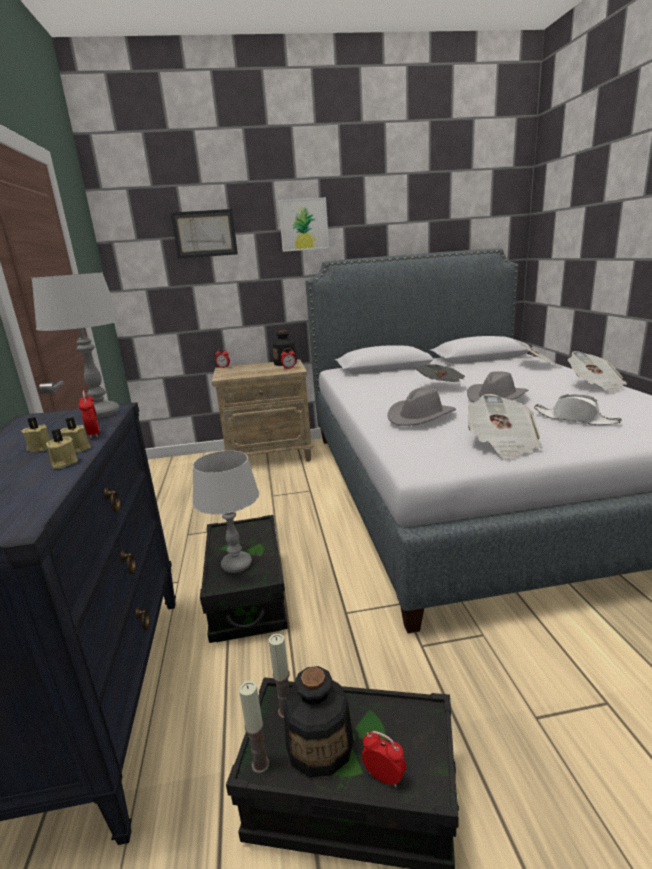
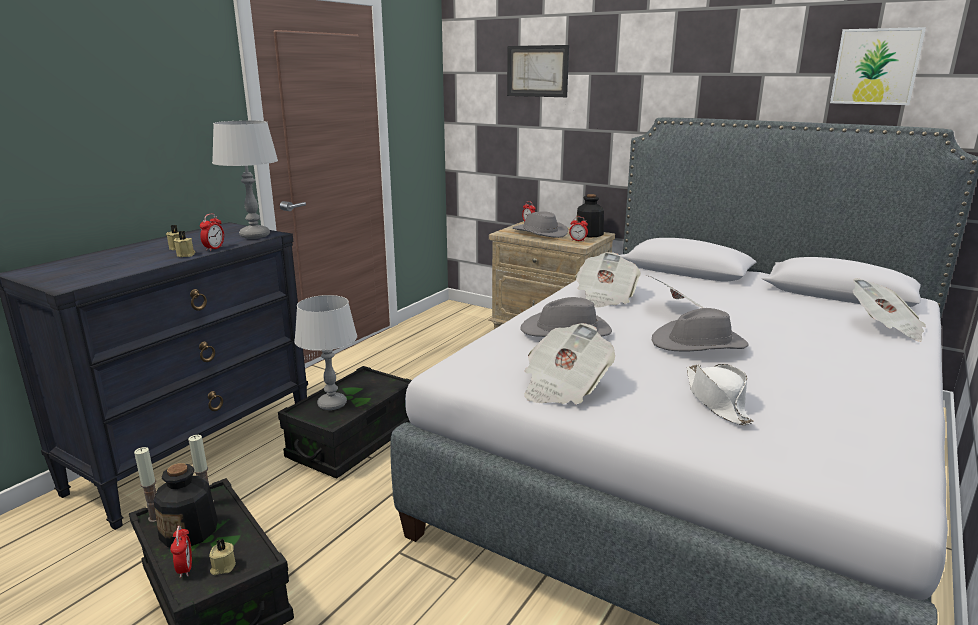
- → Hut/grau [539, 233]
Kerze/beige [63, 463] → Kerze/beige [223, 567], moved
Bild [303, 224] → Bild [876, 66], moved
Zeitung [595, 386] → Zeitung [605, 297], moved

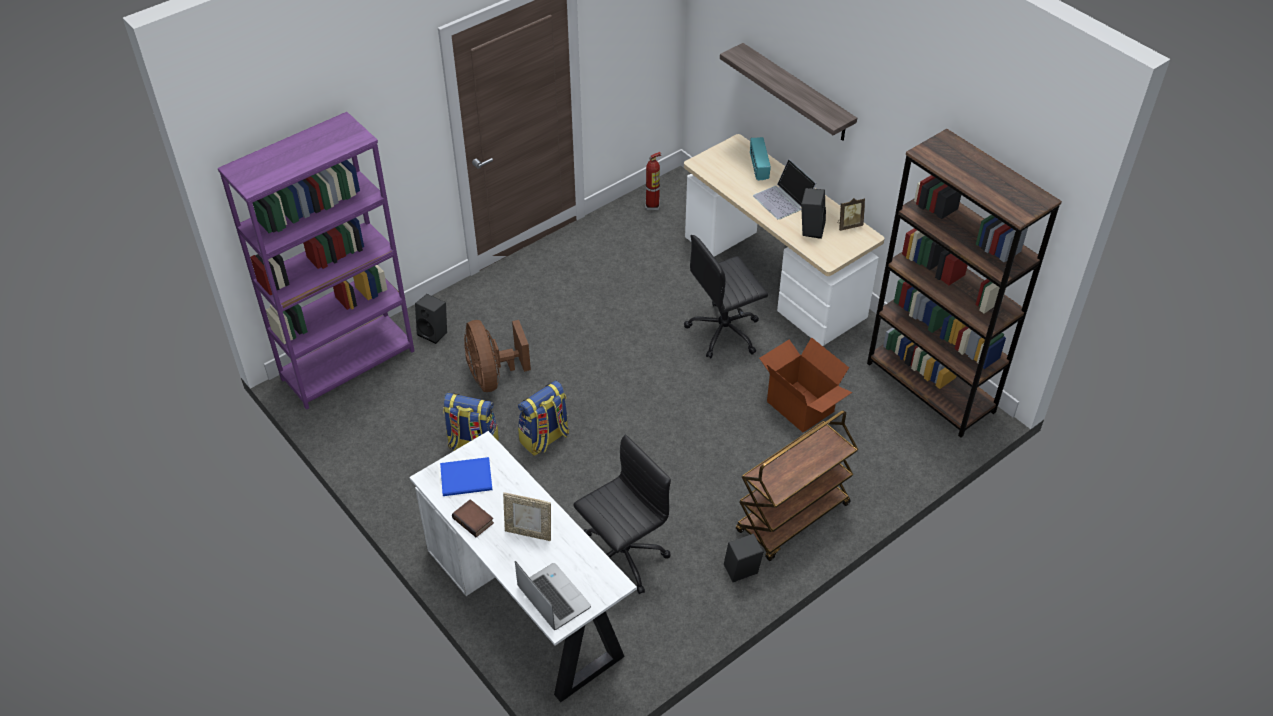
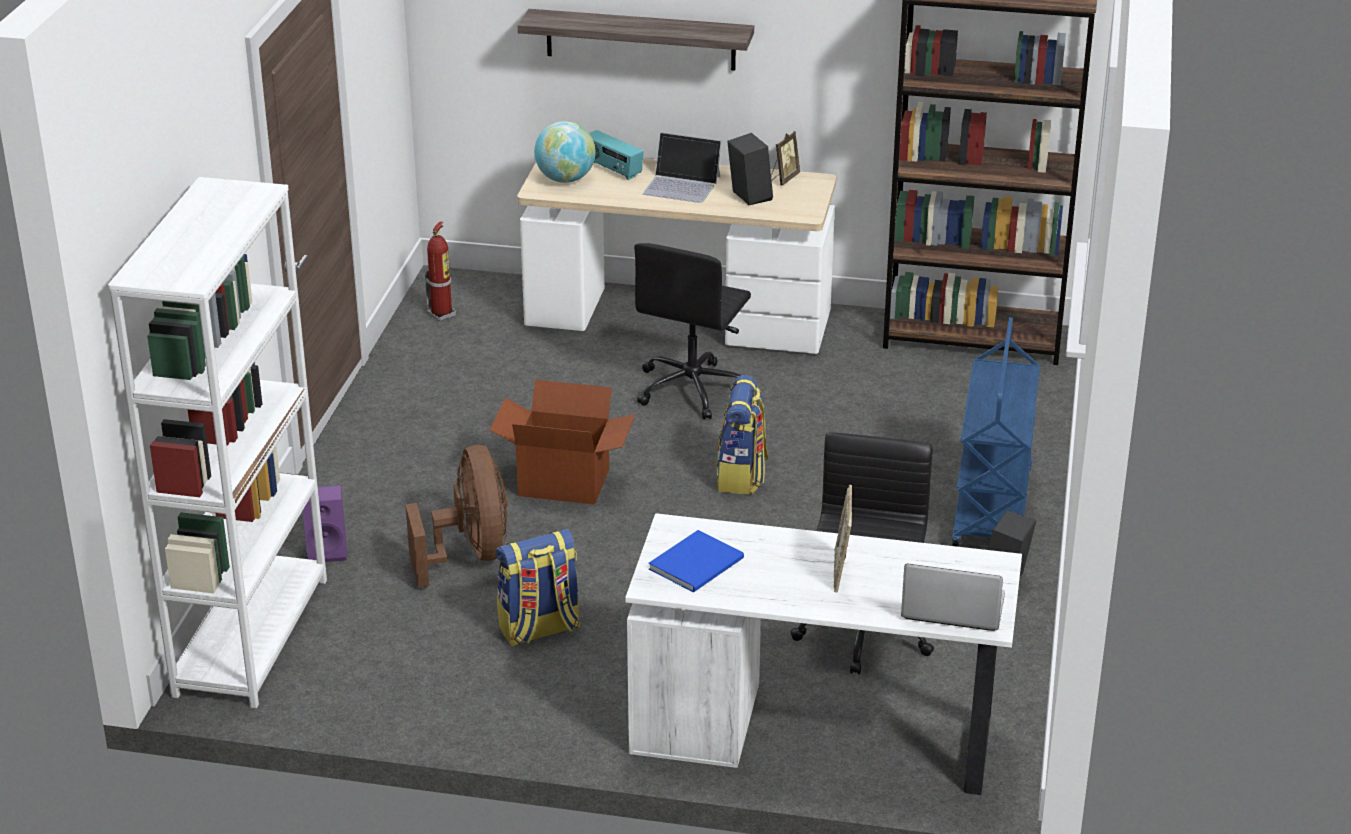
Buch [474, 520] → -
- → Globus [565, 179]
Rucksack [545, 439] → Rucksack [741, 476], moved
Karton [801, 406] → Karton [564, 481], moved
Bücherregal/lila [348, 365] → Bücherregal/weiß [252, 636]
Lautsprecher/schwarz [434, 332] → Lautsprecher/lila [328, 550]
Rollwagen/braun [793, 519] → Rollwagen/blau [993, 510]
Ventilator/braun [493, 376] → Ventilator/braun [470, 555], 135 degrees counterclockwise
Bilderrahmen [529, 533] → Bilderrahmen [841, 571], 120 degrees clockwise

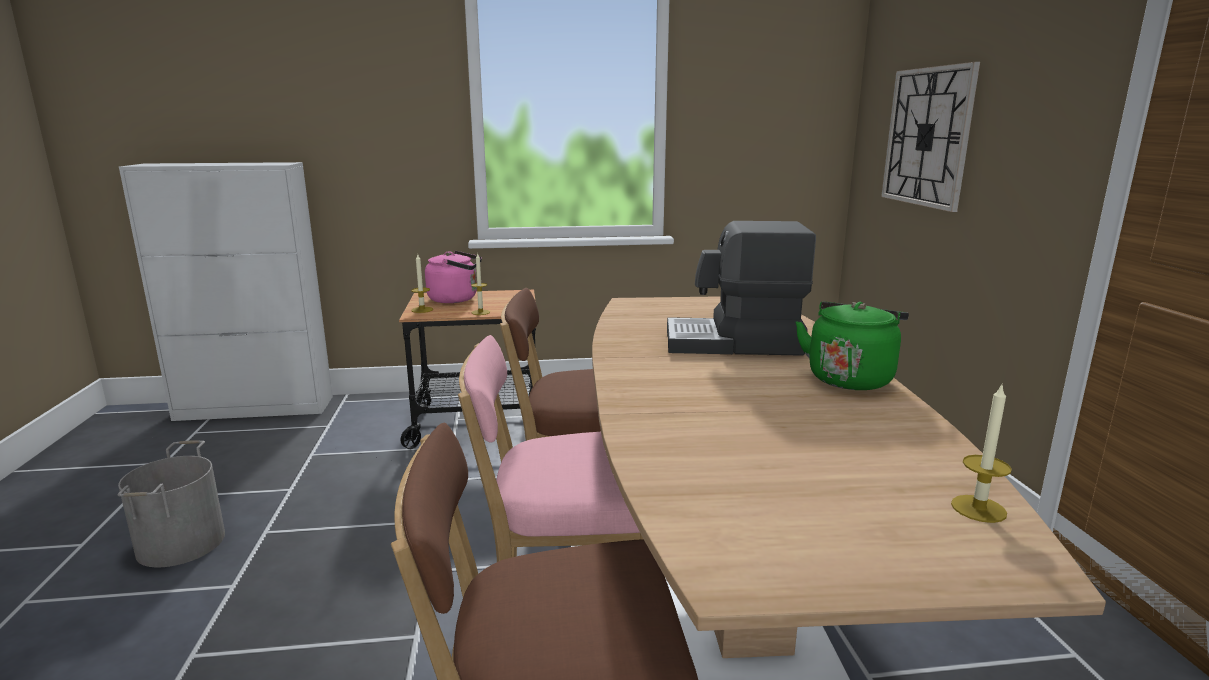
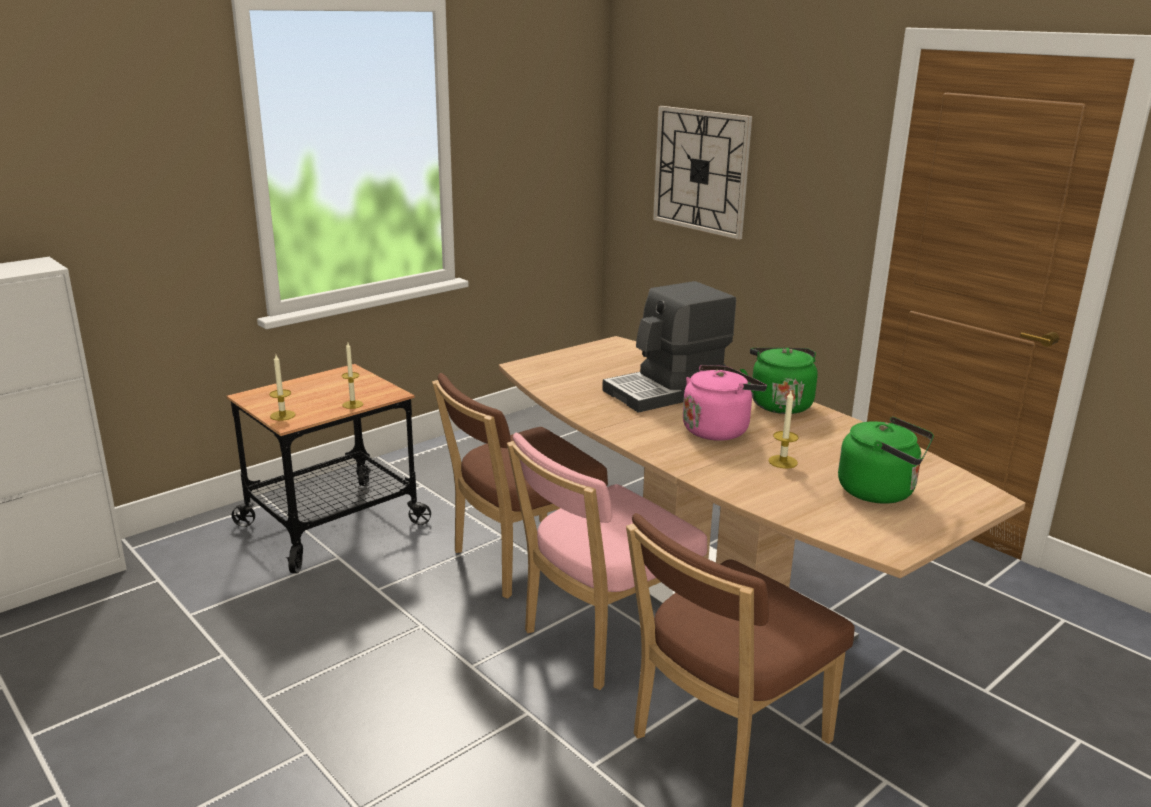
Eimer/grau [180, 543] → -
- → Wasserkessel/grün [881, 492]
Wasserkessel/rosa [456, 299] → Wasserkessel/rosa [718, 429], moved
Kerze [978, 508] → Kerze [783, 462], moved

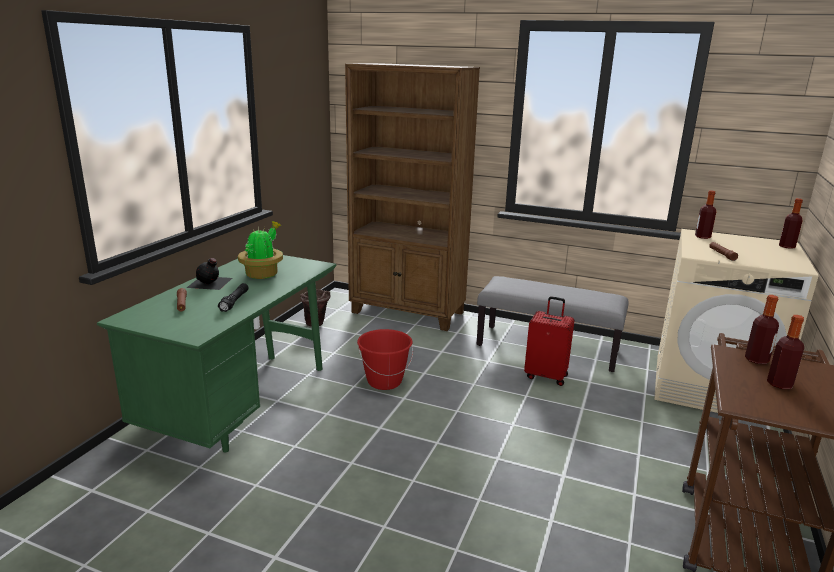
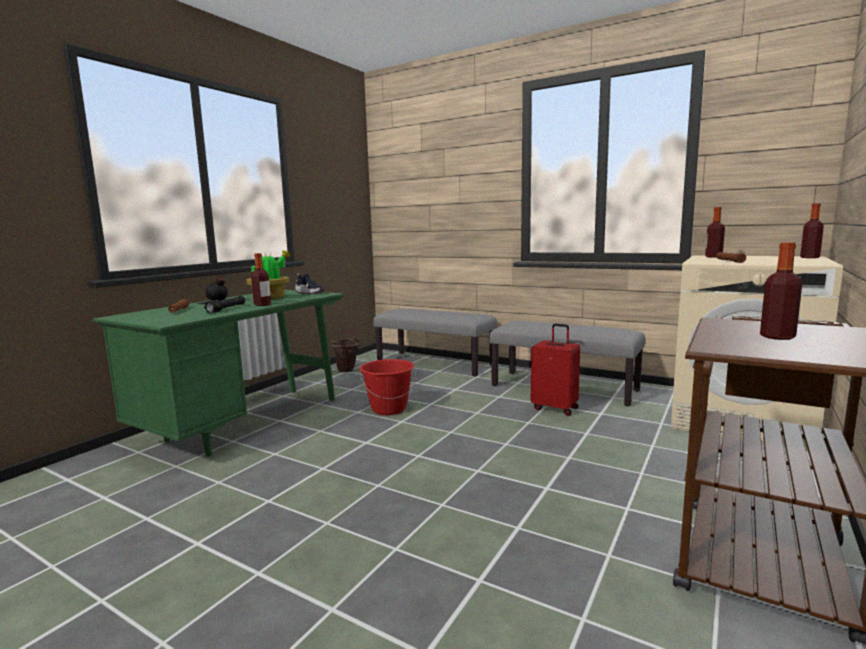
- → Schuh [309, 293]
Flasche [756, 360] → Flasche [262, 305], moved
Bücherregal/braun [408, 313] → Bank/grau [435, 364]

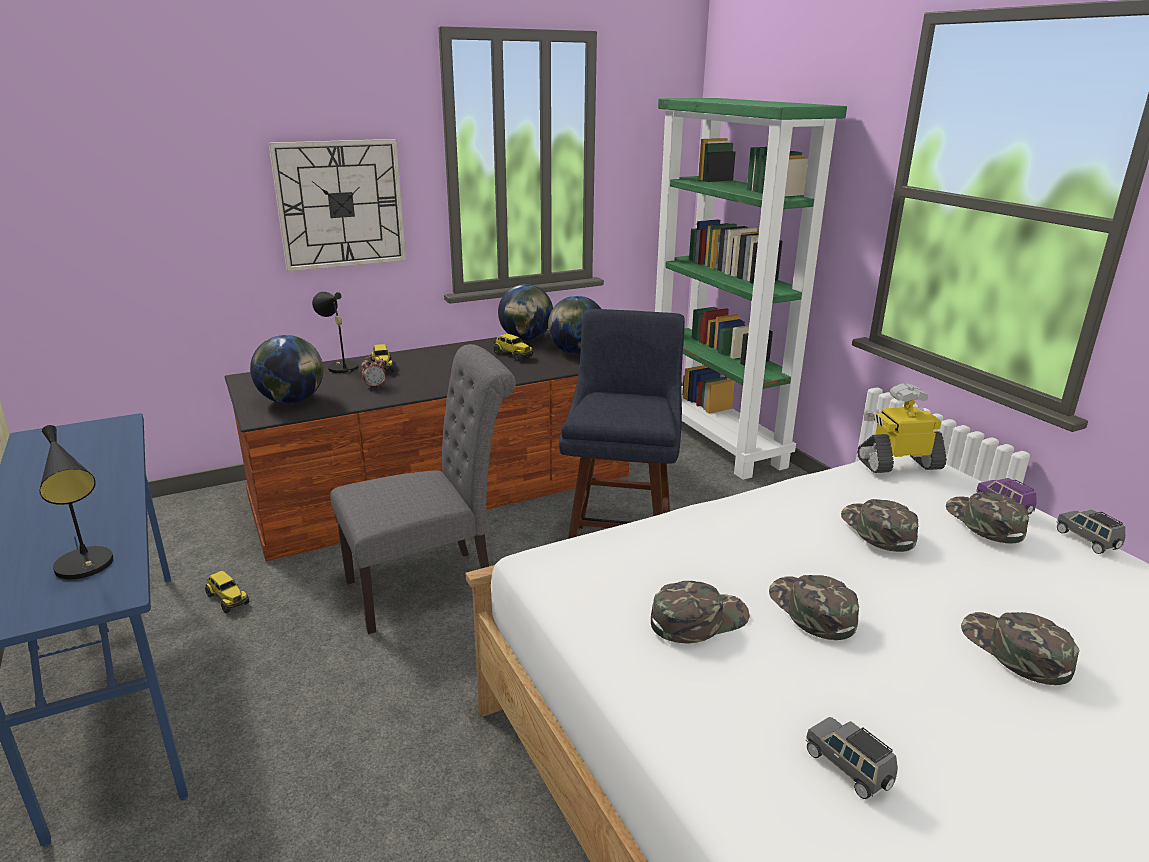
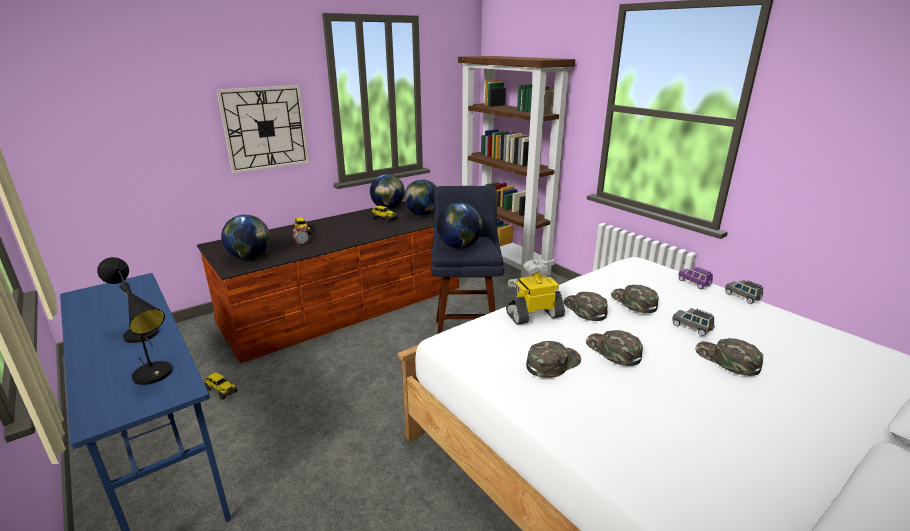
Stuhl/grau [431, 586] → -
- → Globus [459, 246]
Tischlampe/schwarz [340, 367] → Tischlampe/schwarz [138, 333], moved
Spielzeugauto/grau [848, 769] → Spielzeugauto/grau [692, 328], moved
Spielzeugroboter [898, 463] → Spielzeugroboter [534, 315], moved
Kappe/grün [983, 522] → Kappe/grün [584, 309], moved
Bücherregal/grün [716, 440] → Bücherregal/braun [505, 262]

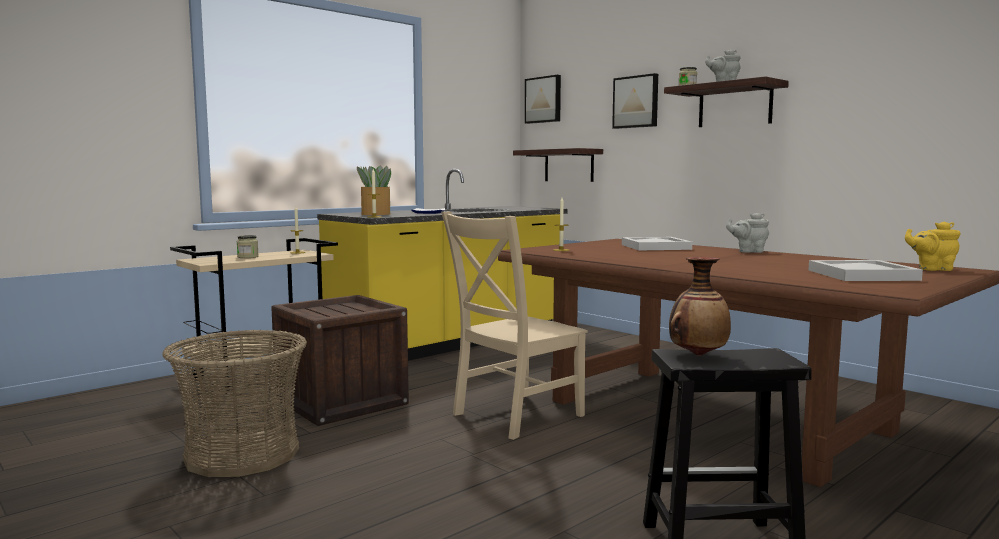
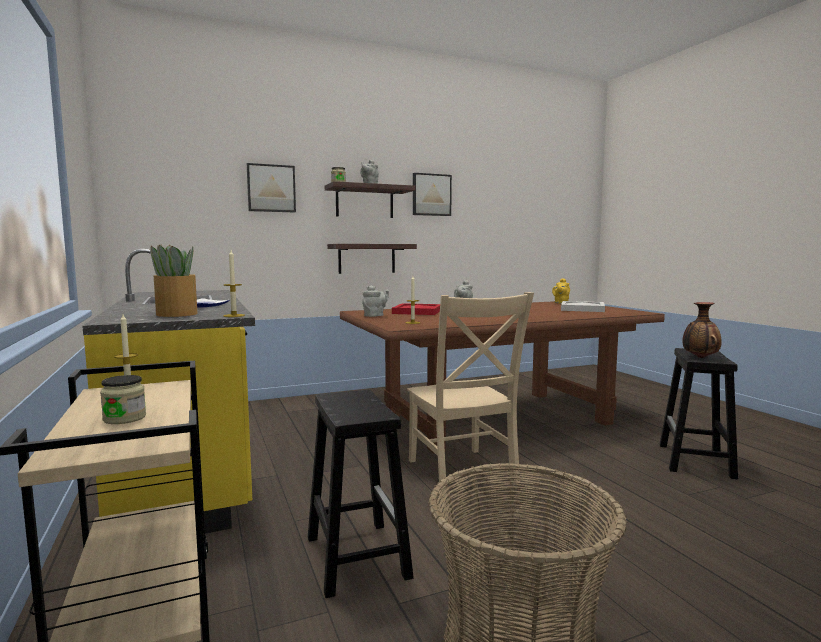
- → Teekanne/grau [375, 316]
Wandregal [569, 165] → Wandregal [366, 258], moved
Bild [544, 100] → Bild [431, 195], moved
Kiste [341, 402] → Hocker/schwarz [356, 555]
Tablett/weiß [656, 247] → Tablett/rot [418, 311]

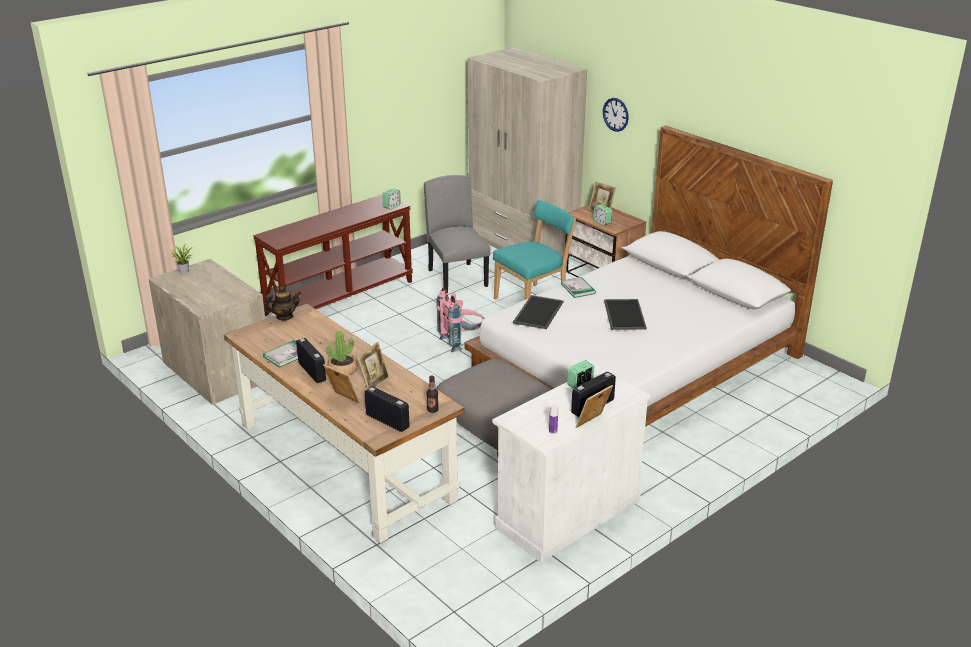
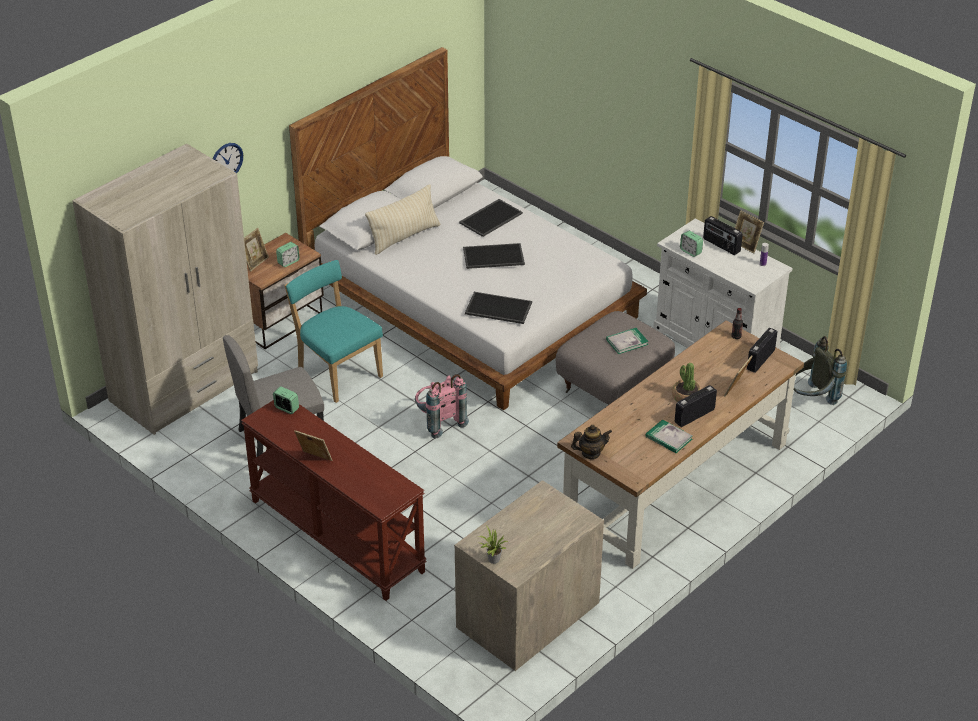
- → Kissen/beige [404, 237]
- → Tablett [490, 217]
- → Rucksack/grau [811, 399]
Bilderrahmen [374, 383] → Bilderrahmen [314, 459], moved
Buch [578, 289] → Buch [627, 342], moved
Teekanne [284, 316] → Teekanne [590, 453], 105 degrees clockwise

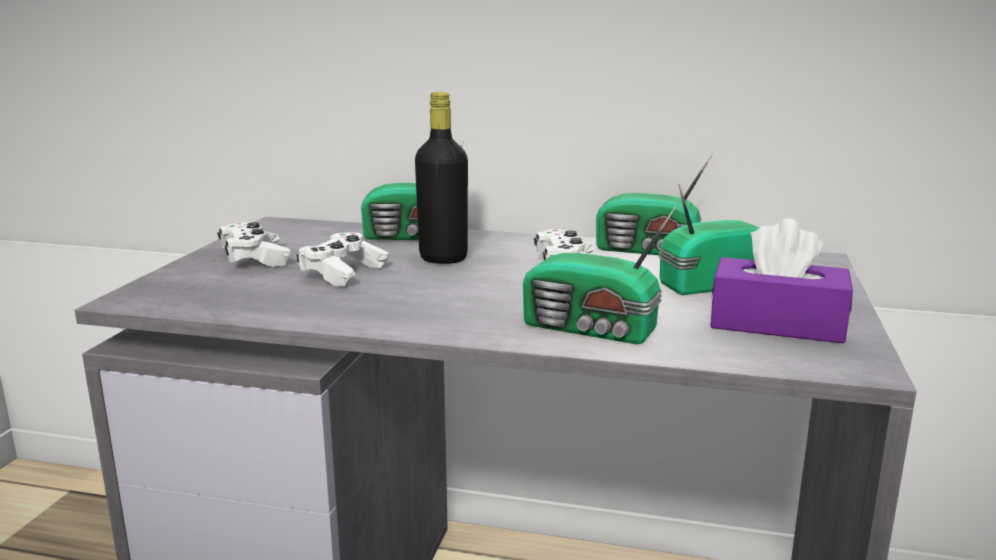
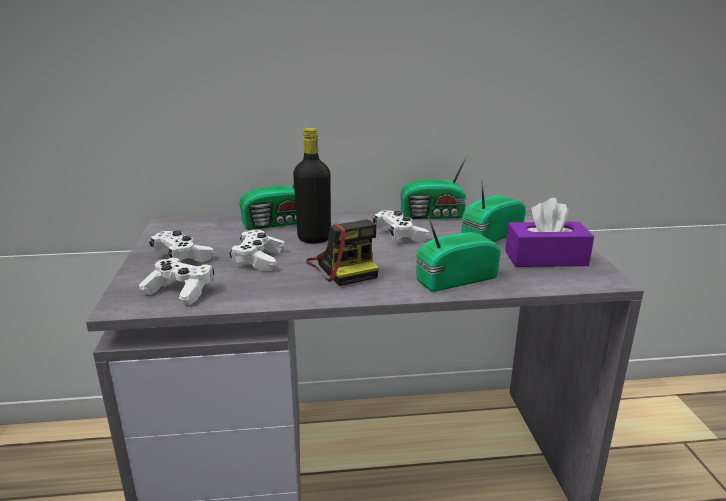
- → Gamepad/weiß [180, 291]
- → Kamera [344, 267]
Radio [592, 330] → Radio [453, 279], 150 degrees clockwise

